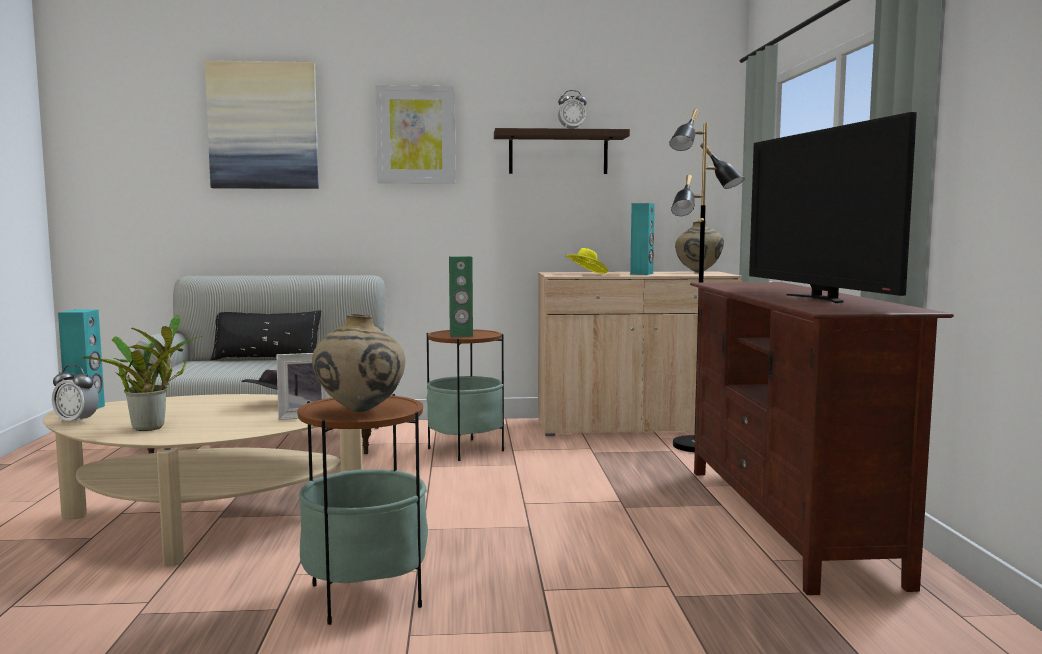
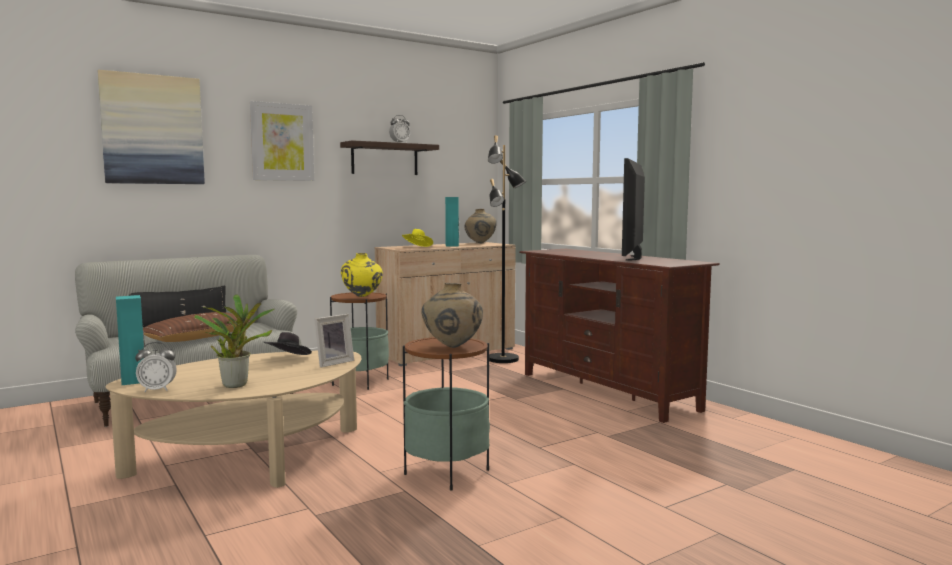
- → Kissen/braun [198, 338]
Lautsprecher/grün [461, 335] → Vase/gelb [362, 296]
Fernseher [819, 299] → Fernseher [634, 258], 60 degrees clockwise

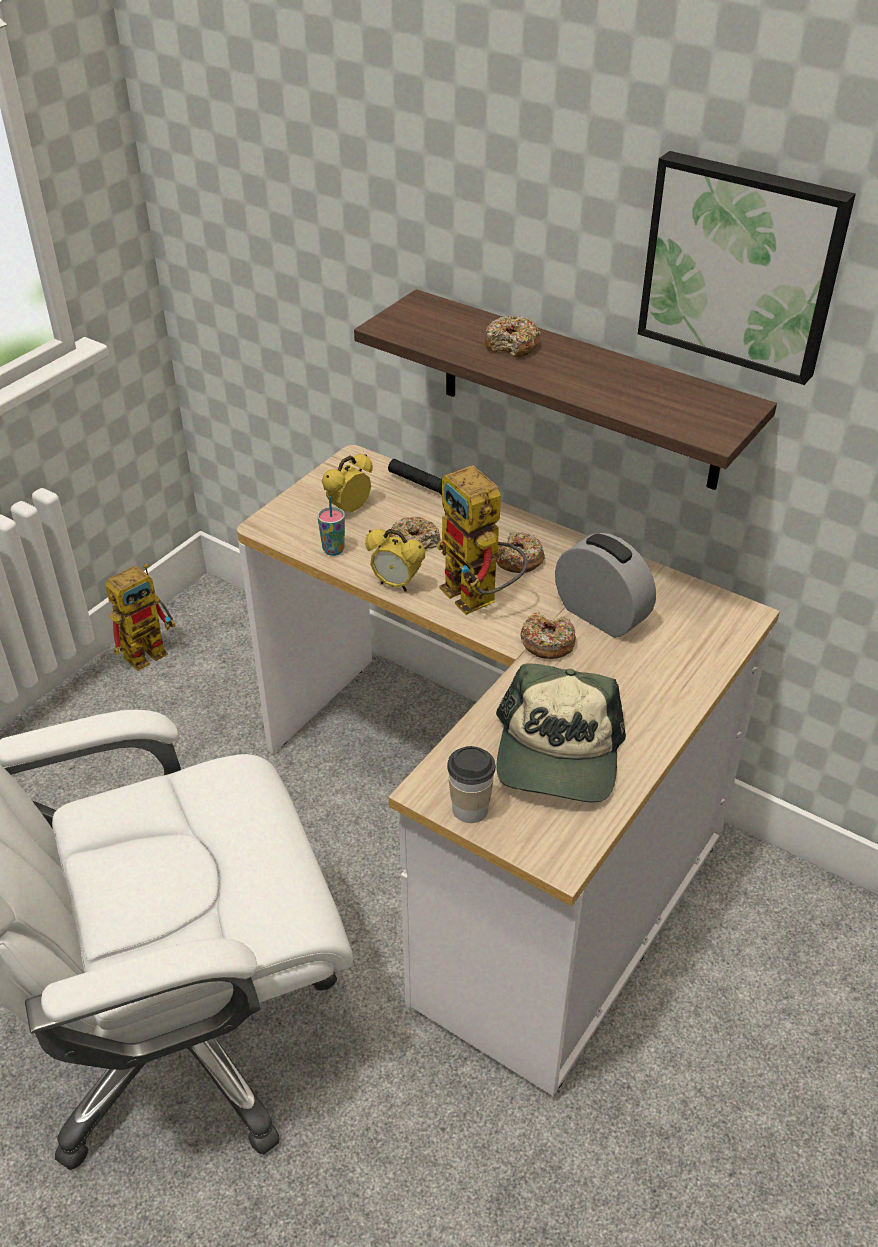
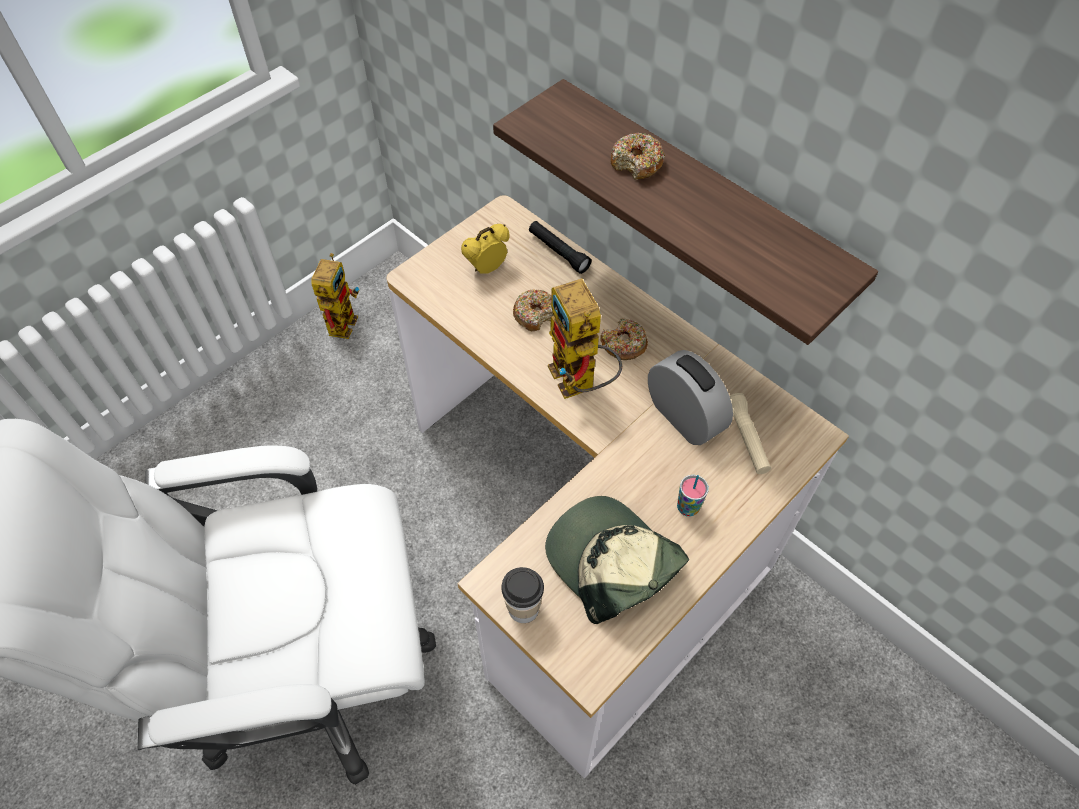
Wecker [396, 584] → -
Donut [547, 643] → -
Bild [742, 265] → -
- → Taschenlampe/beige [746, 439]
Tasse [333, 550] → Tasse [687, 508], moved
Spielzeugroboter [151, 649] → Spielzeugroboter [342, 319], 45 degrees counterclockwise
Kappe [558, 754] → Kappe [612, 563], 120 degrees clockwise

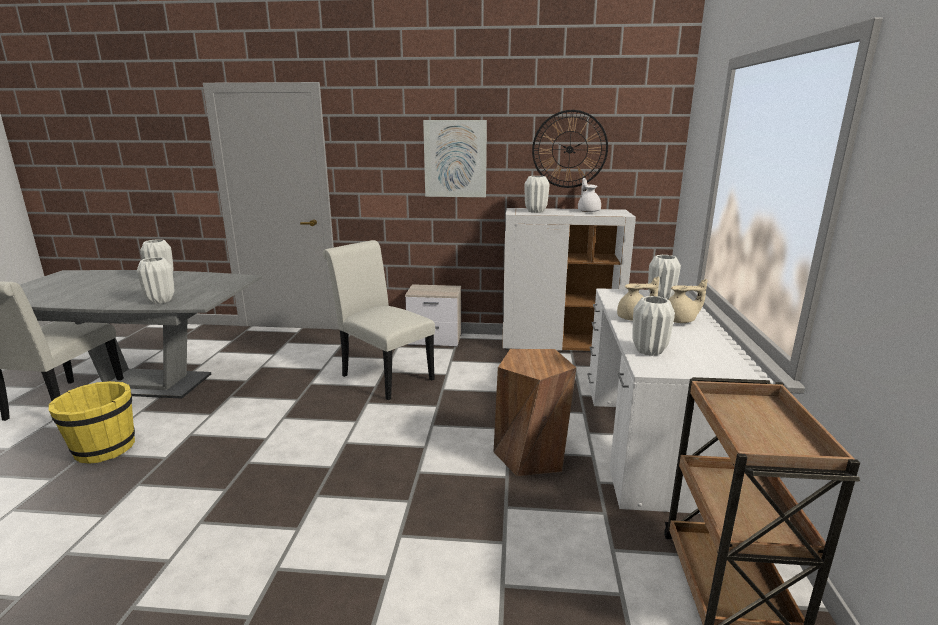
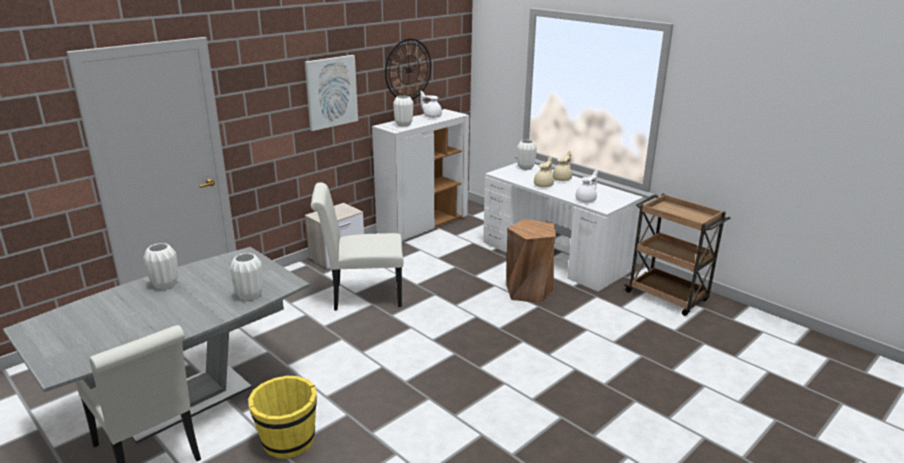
Vase/weiß [649, 351] → Teekanne/weiß [586, 200]

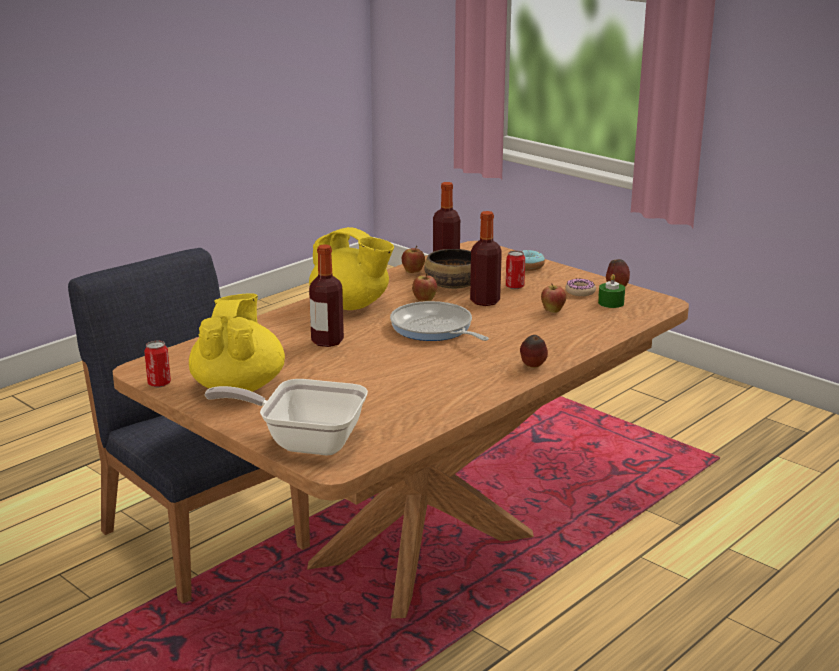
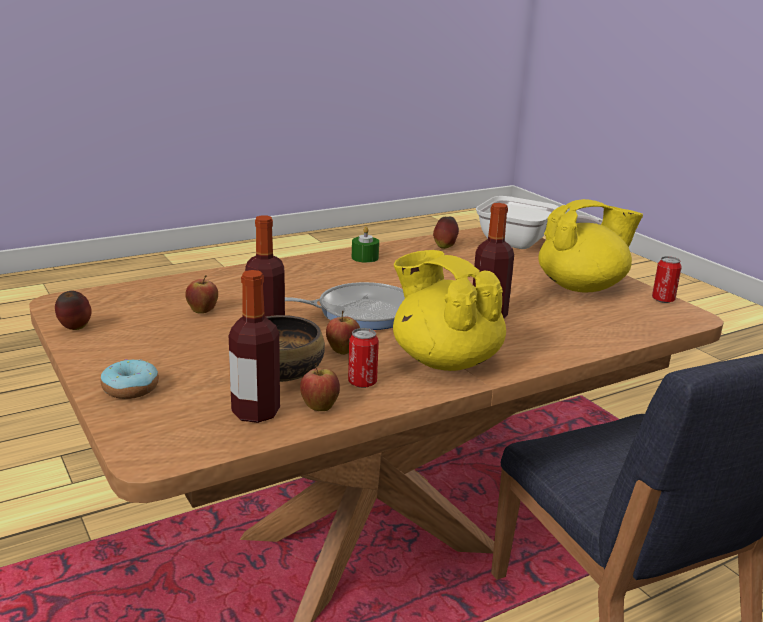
Donut [580, 292] → -
Dose [514, 287] → Dose [362, 383], moved
Apfel [533, 367] → Apfel [445, 247], moved
Kerze/grün [611, 303] → Kerze/grün [365, 257], moved
Teekanne/gelb [238, 386] → Teekanne/gelb [582, 287], 120 degrees counterclockwise
Pfanne [434, 329] → Pfanne [360, 312], 75 degrees counterclockwise

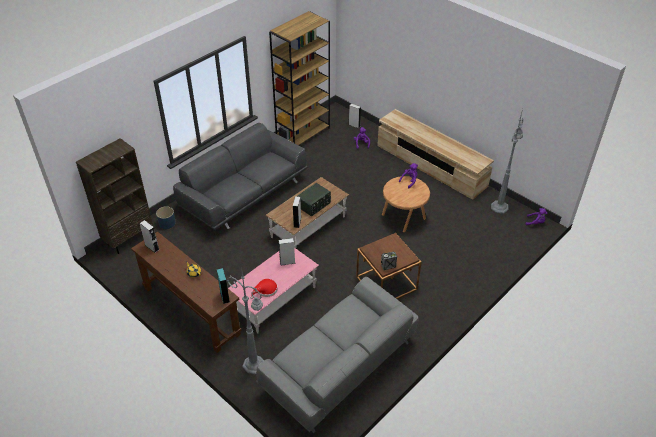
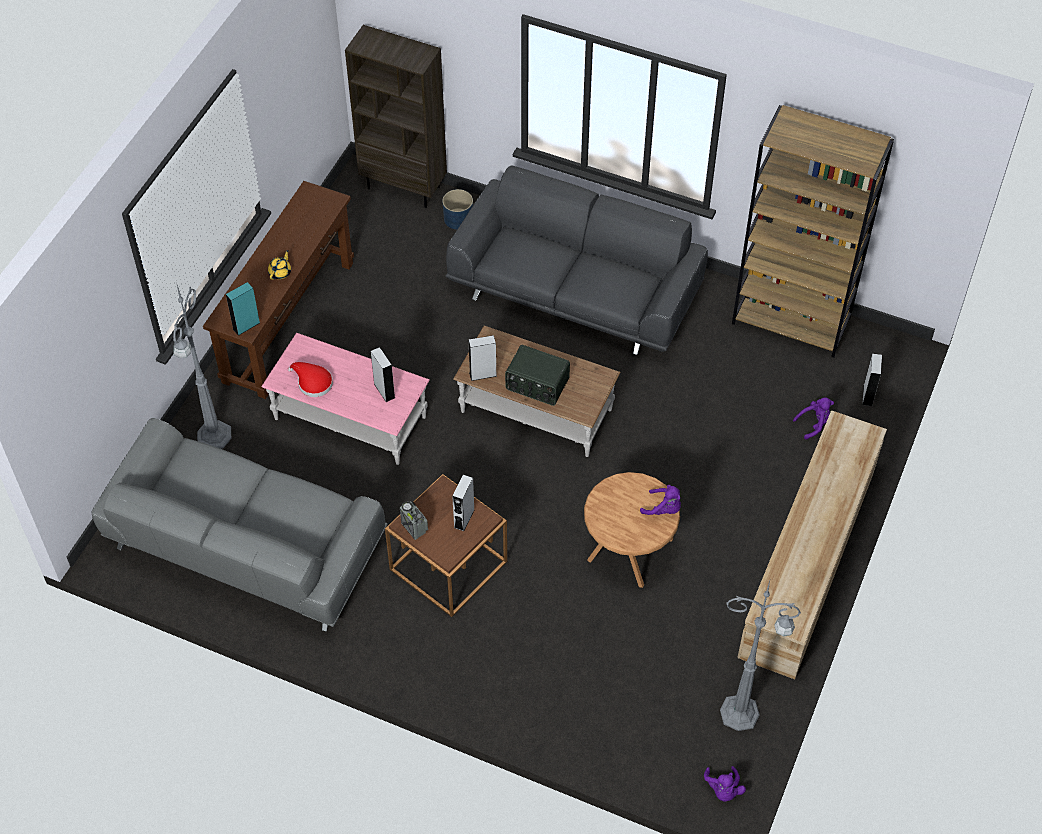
Lautsprecher/grau [152, 247] → Lautsprecher/grau [464, 518], moved

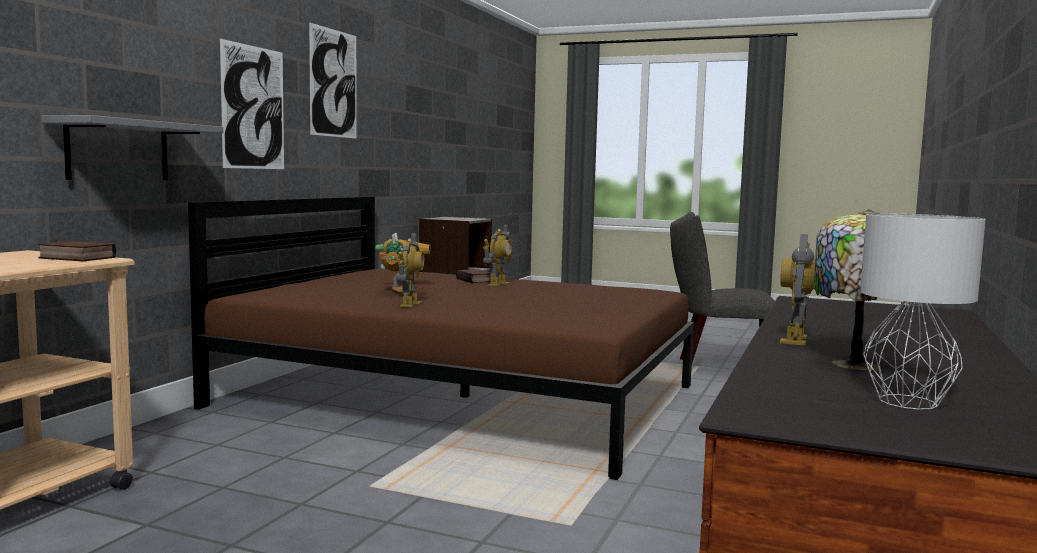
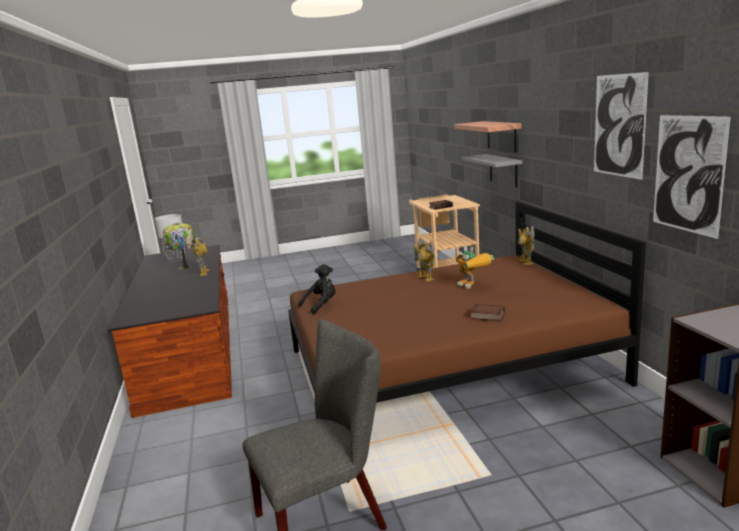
- → Plüschtier/schwarz [321, 305]
- → Wandregal [501, 136]
Bild [253, 107] → Bild [688, 174], moved
Spielzeugroboter [498, 284] → Spielzeugroboter [526, 262], moved

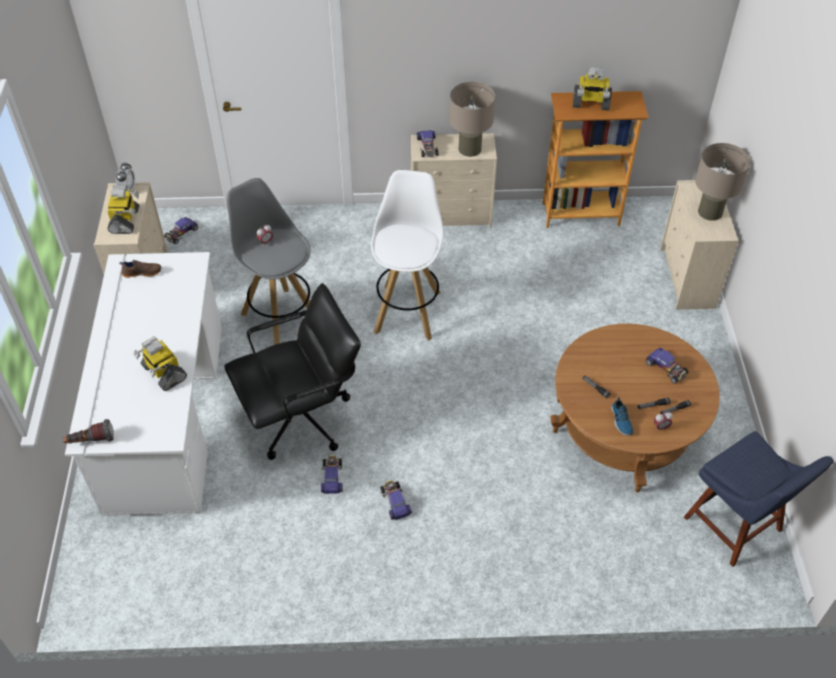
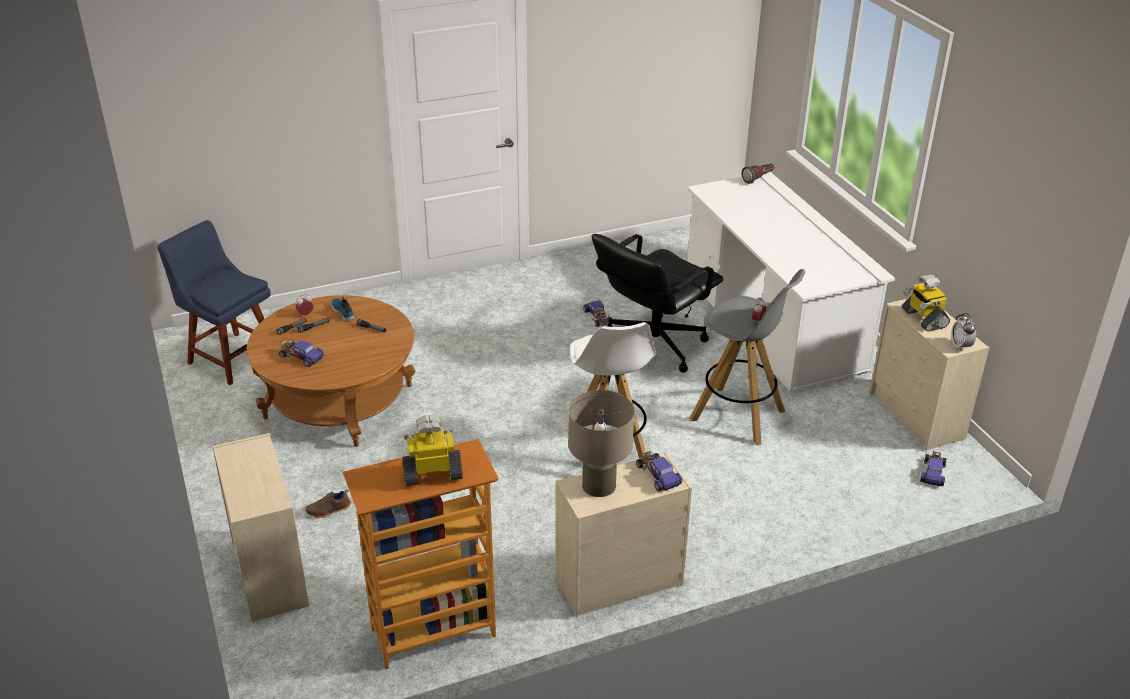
Spielzeugroboter [163, 372] → -
Spielzeugauto [395, 502] → -
Tischlampe/beige [710, 212] → -
Schuh/braun [142, 272] → Schuh/braun [329, 510], moved

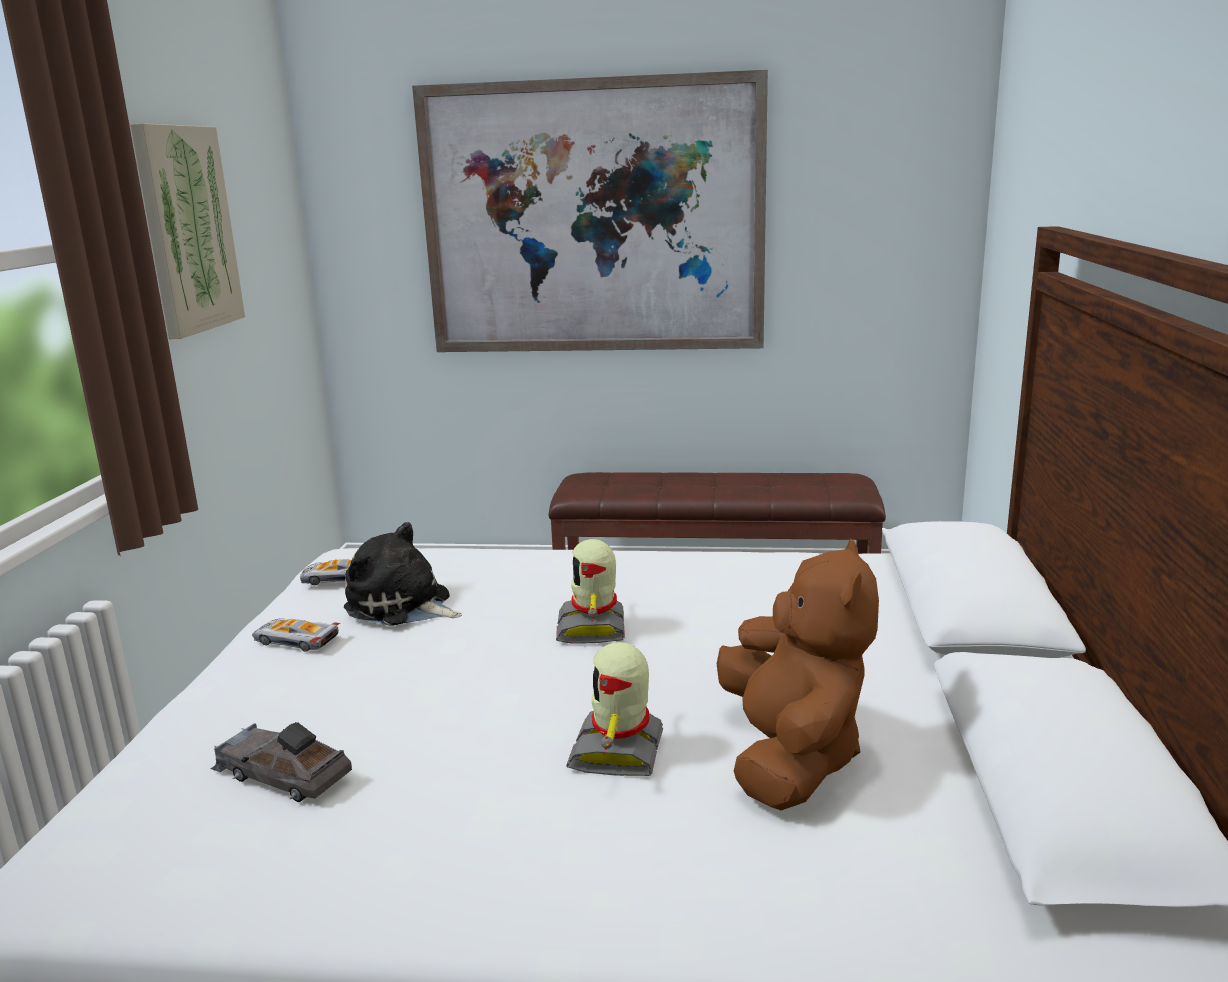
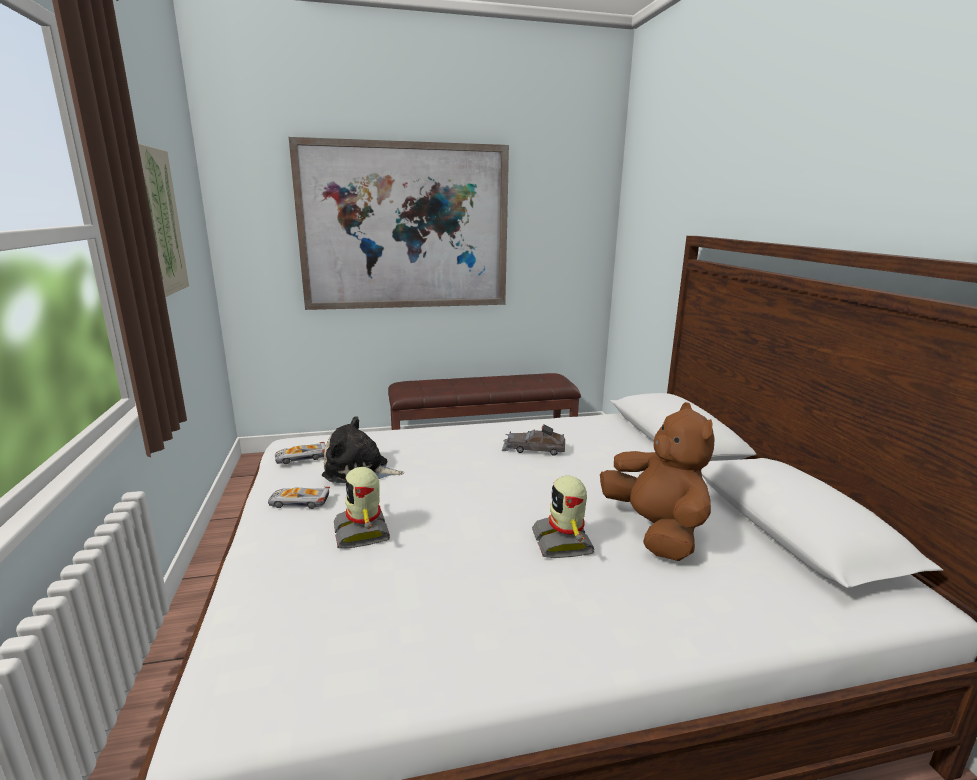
Spielzeugauto/grau [281, 774] → Spielzeugauto/grau [533, 449], moved
Spielzeugroboter [593, 628] → Spielzeugroboter [363, 532], moved

